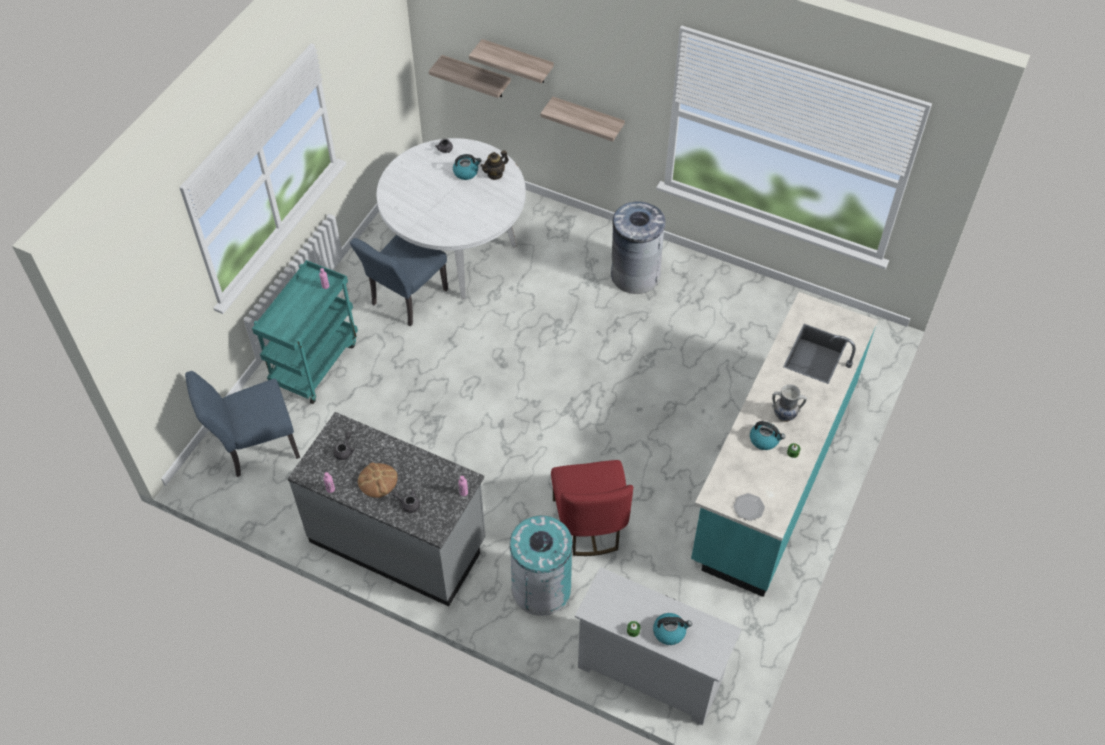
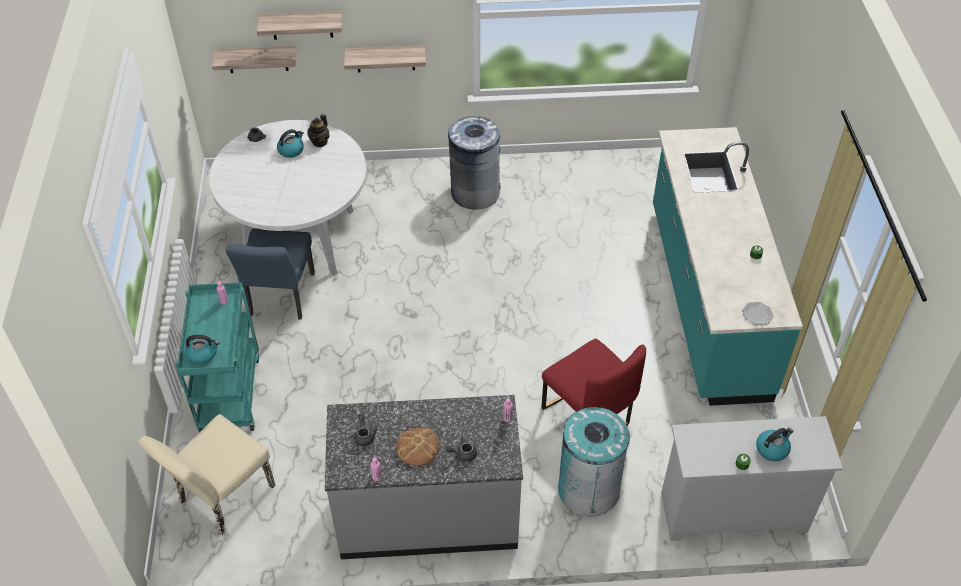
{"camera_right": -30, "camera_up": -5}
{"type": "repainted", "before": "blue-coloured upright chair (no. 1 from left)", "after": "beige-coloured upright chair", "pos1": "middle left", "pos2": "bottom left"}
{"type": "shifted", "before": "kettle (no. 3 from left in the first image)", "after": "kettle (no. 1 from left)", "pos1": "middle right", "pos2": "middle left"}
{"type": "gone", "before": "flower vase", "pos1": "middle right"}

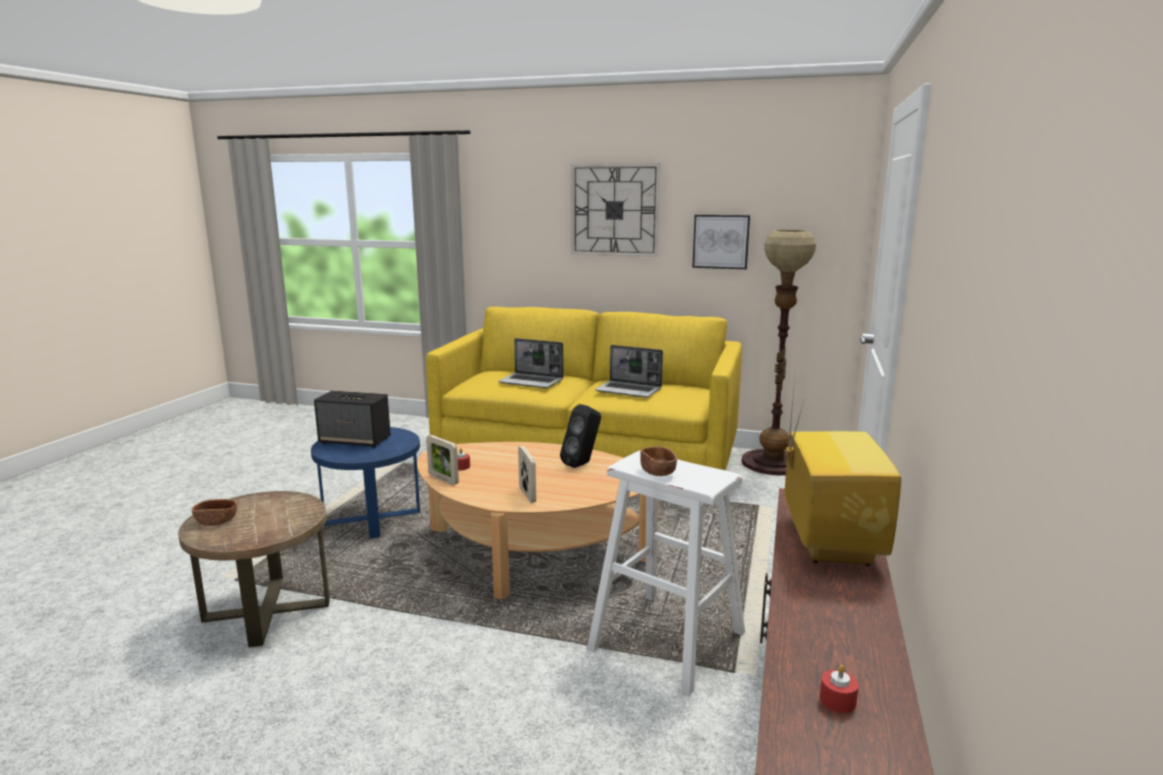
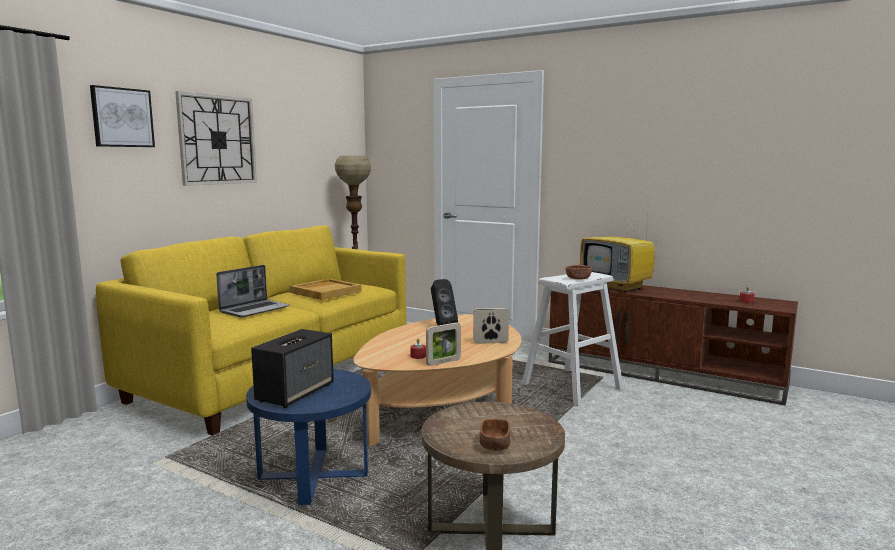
{"camera_right": -75, "camera_up": -5}
{"type": "swapped", "before": "notebook computer (no. 2 from left)", "after": "beige-coloured tray", "pos1": "centre", "pos2": "centre"}
{"type": "shifted", "before": "wall art", "pos1": "top centre", "pos2": "top left"}
{"type": "rotated", "before": "TV set", "pos1": "middle right", "pos2": "middle right", "turn": -150}

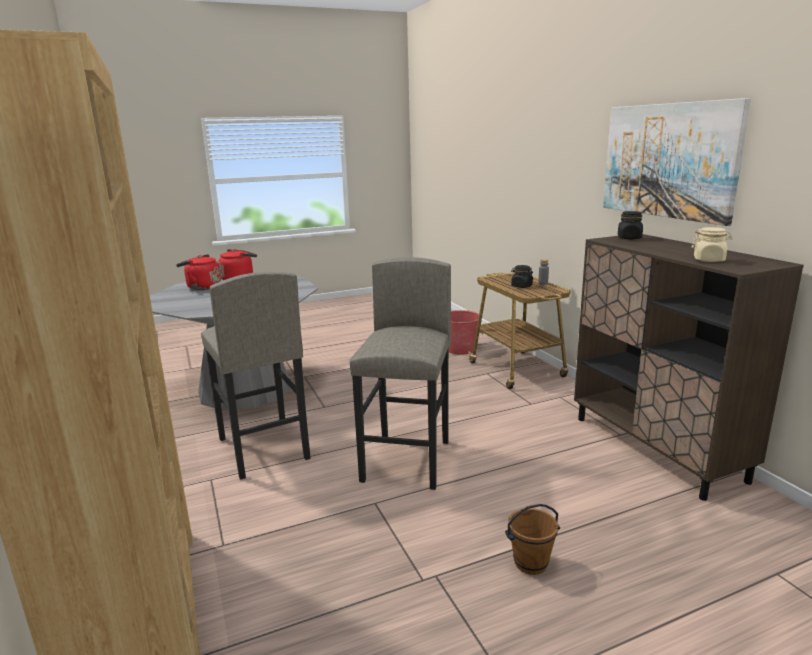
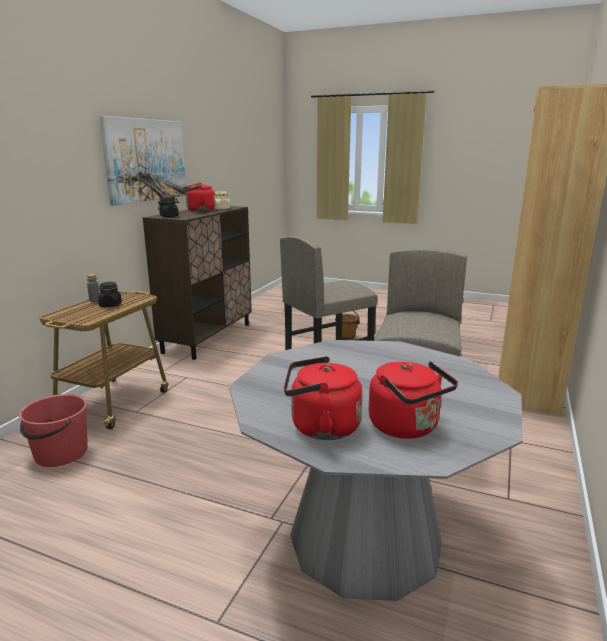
{"camera_right": -135, "camera_up": 0}
{"type": "new", "after": "red-coloured kettle (no. 1 from left)", "pos2": "top left"}

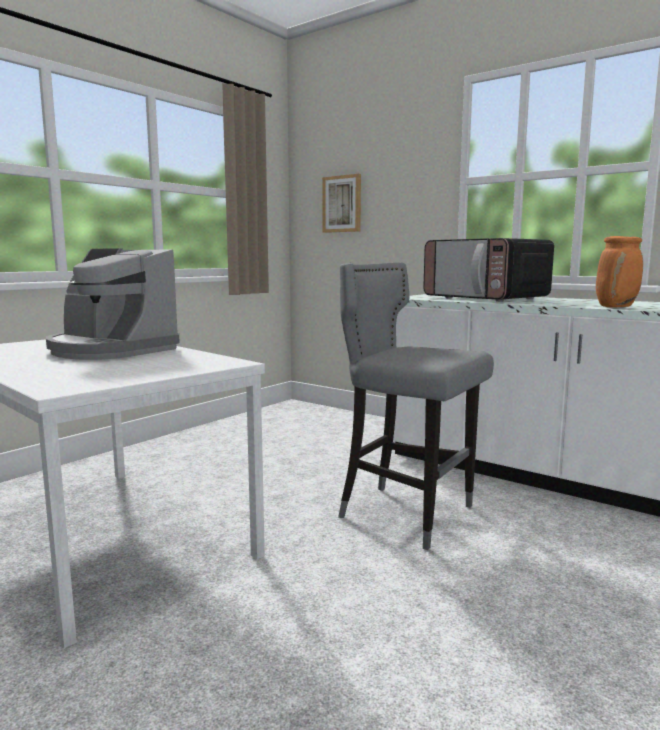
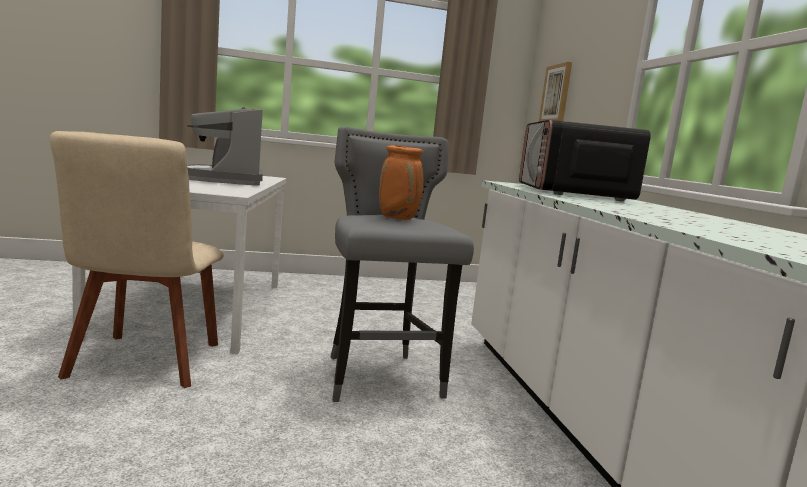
{"camera_right": 40, "camera_up": 0}
{"type": "shifted", "before": "orange flower vase", "pos1": "middle right", "pos2": "centre"}
{"type": "new", "after": "beige-coloured upright chair", "pos2": "middle left"}

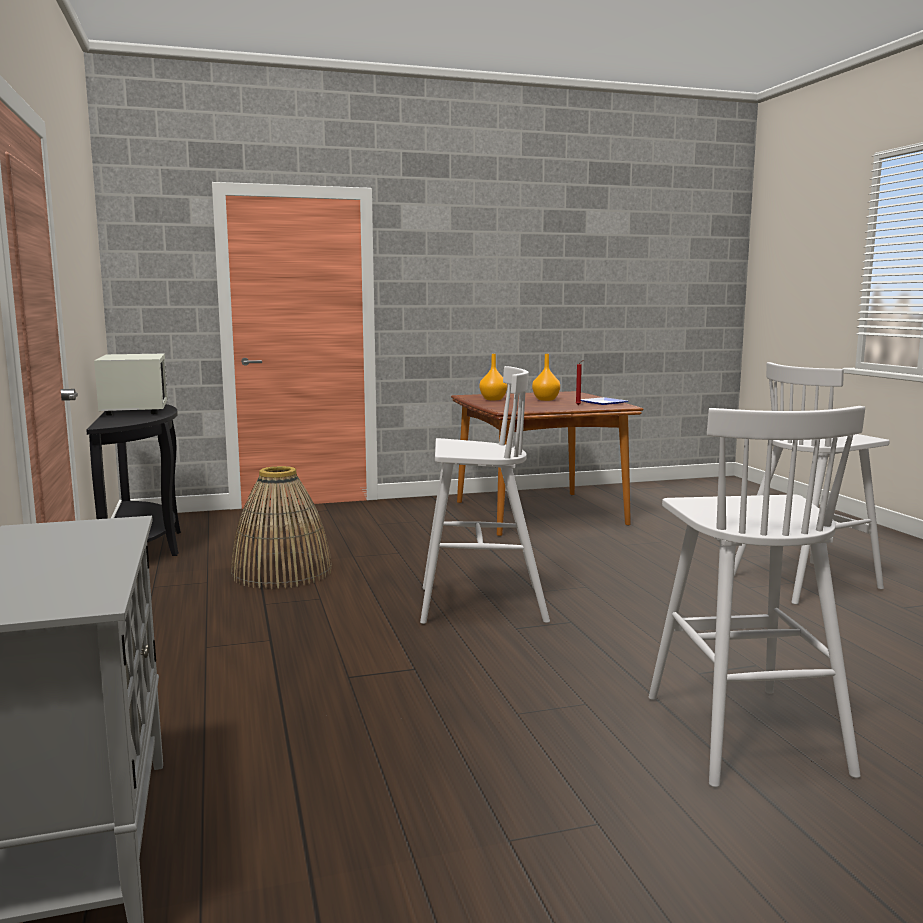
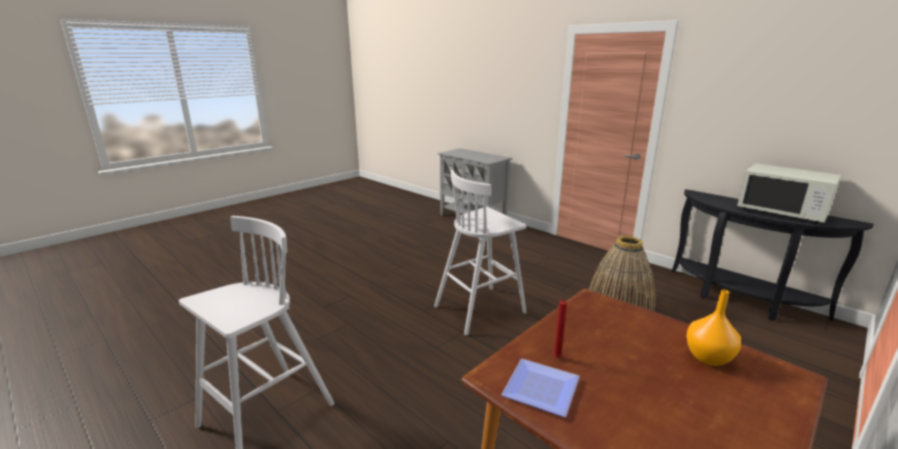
{"camera_right": 150, "camera_up": 10}
{"type": "gone", "before": "orange flower vase (no. 2 from left)", "pos1": "centre"}
{"type": "gone", "before": "white-coloured stool seat (no. 2 from left)", "pos1": "middle right"}

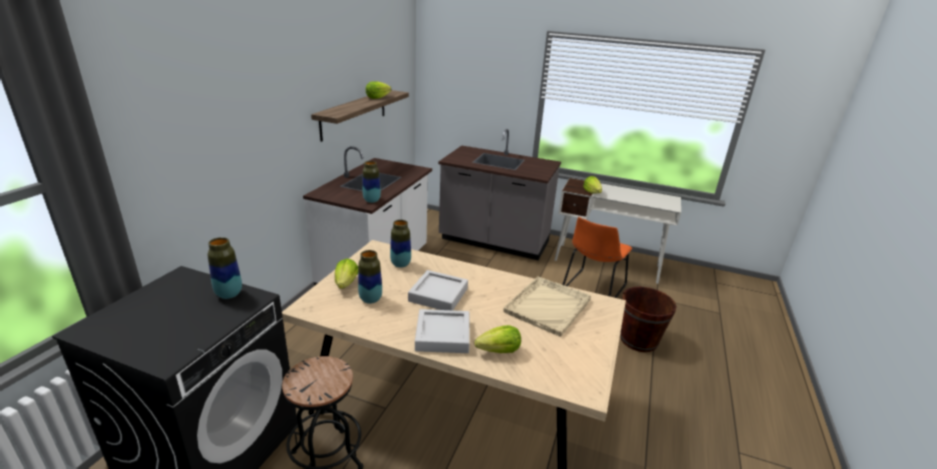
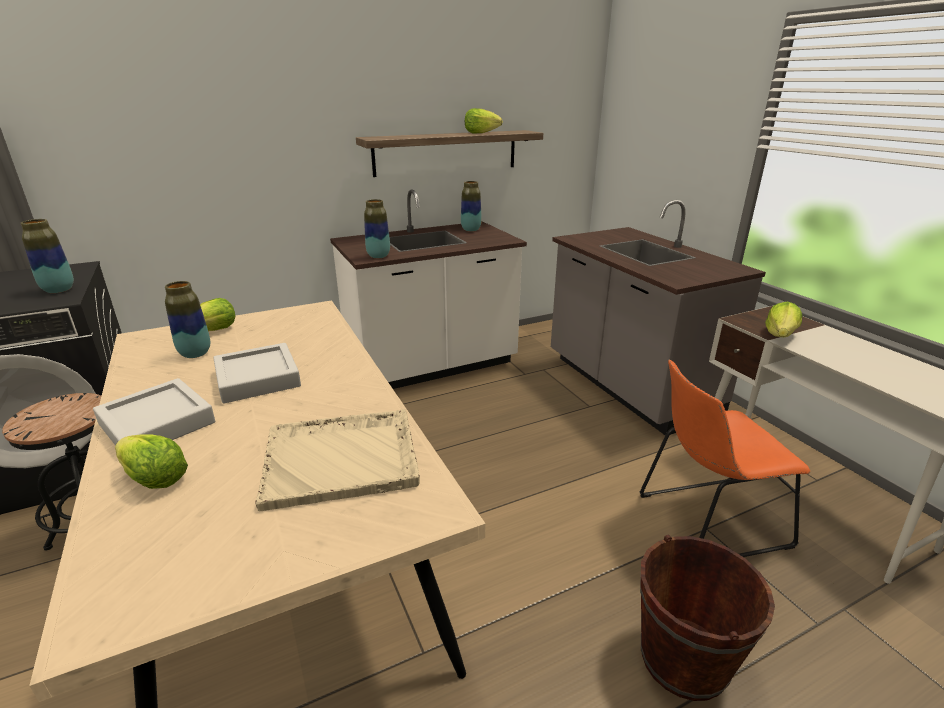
{"camera_right": 45, "camera_up": 0}
{"type": "shifted", "before": "flower vase (no. 4 from left)", "pos1": "centre", "pos2": "top centre"}

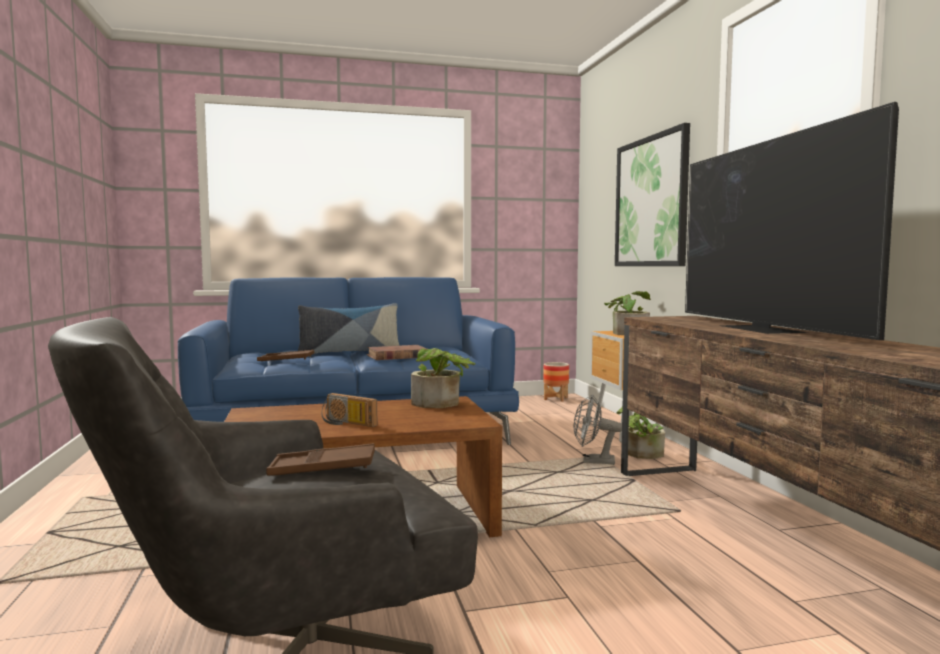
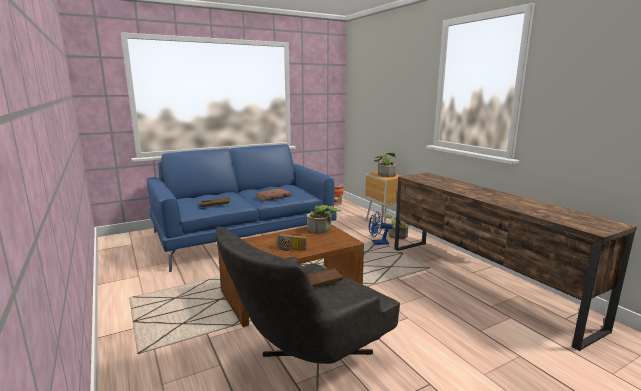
{"camera_right": -15, "camera_up": 10}
{"type": "gone", "before": "pillow", "pos1": "centre"}
{"type": "repainted", "before": "grey cooling fan", "after": "blue-coloured cooling fan", "pos1": "centre", "pos2": "centre"}
{"type": "gone", "before": "wall art", "pos1": "top right"}
{"type": "gone", "before": "TV set", "pos1": "middle right"}

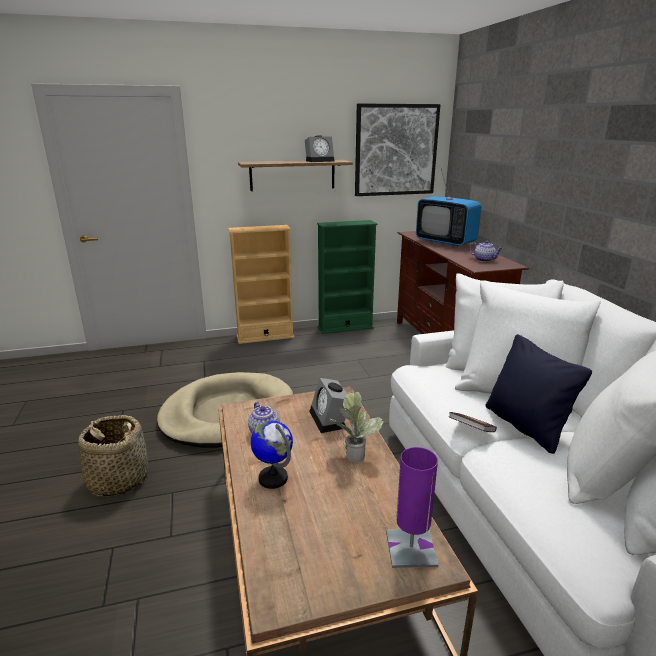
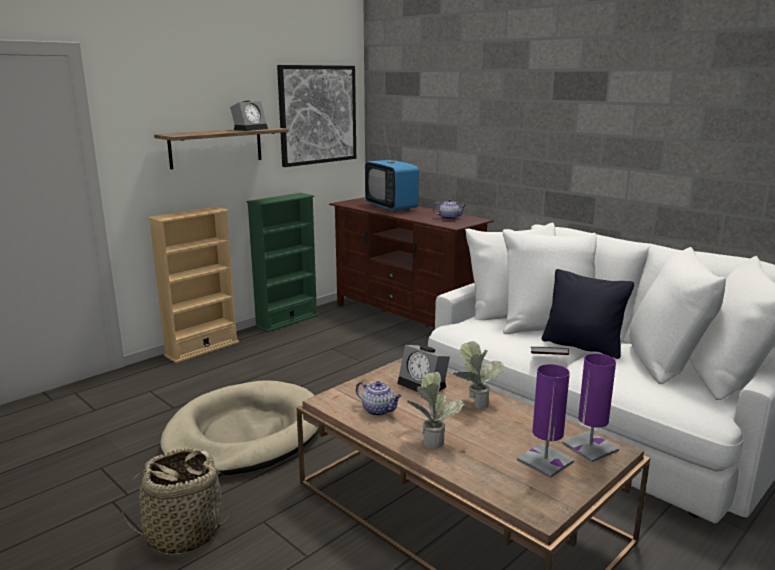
{"camera_right": -30, "camera_up": -5}
{"type": "swapped", "before": "desk globe", "after": "houseplant (no. 1 from left)", "pos1": "bottom centre", "pos2": "bottom centre"}
{"type": "rotated", "before": "TV set", "pos1": "top right", "pos2": "top centre", "turn": 45}
{"type": "new", "after": "purple tabletop lamp (no. 1 from left)", "pos2": "bottom right"}

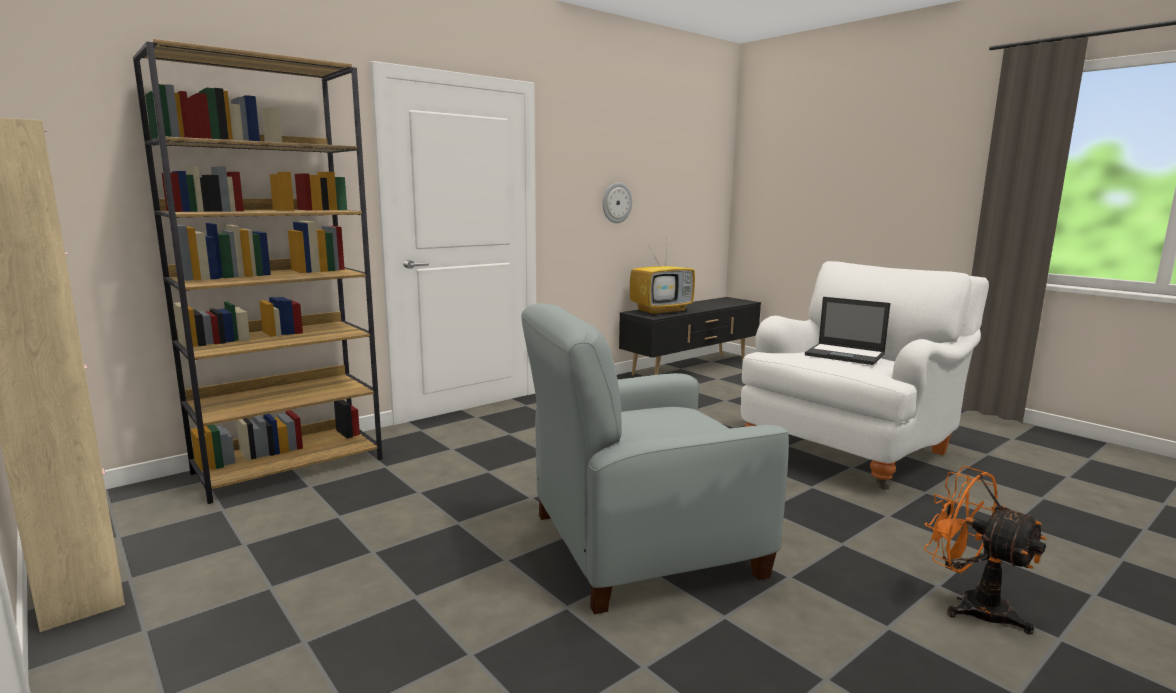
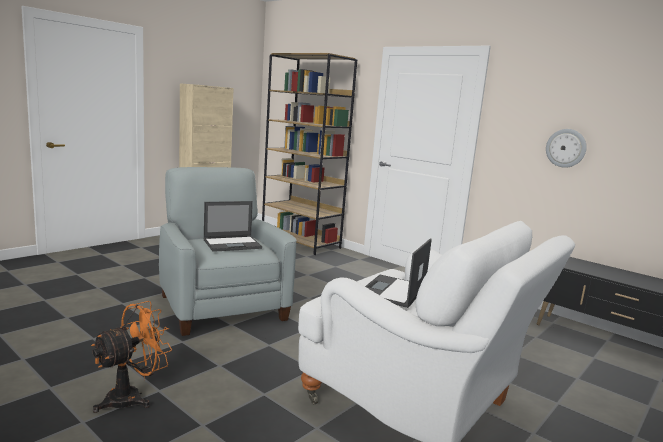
{"camera_right": 80, "camera_up": 0}
{"type": "gone", "before": "TV set", "pos1": "centre"}
{"type": "new", "after": "notebook computer (no. 1 from left)", "pos2": "centre"}

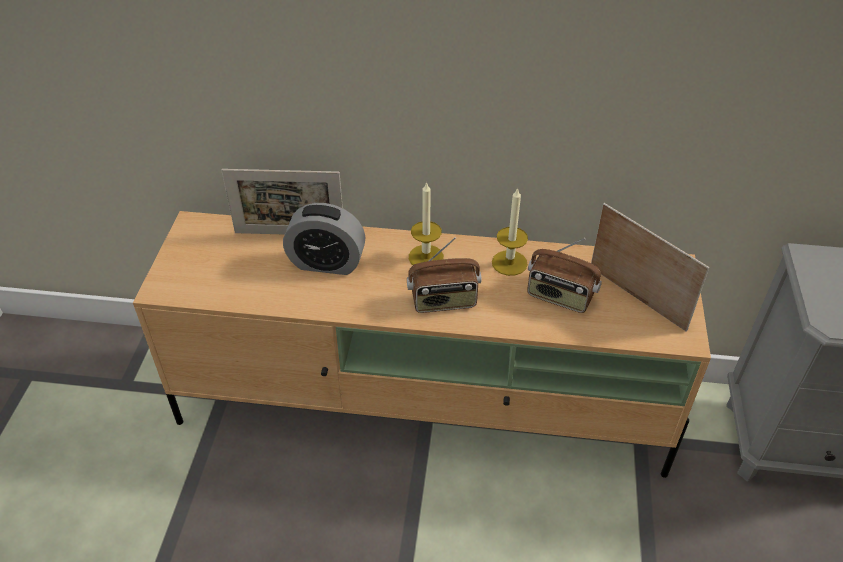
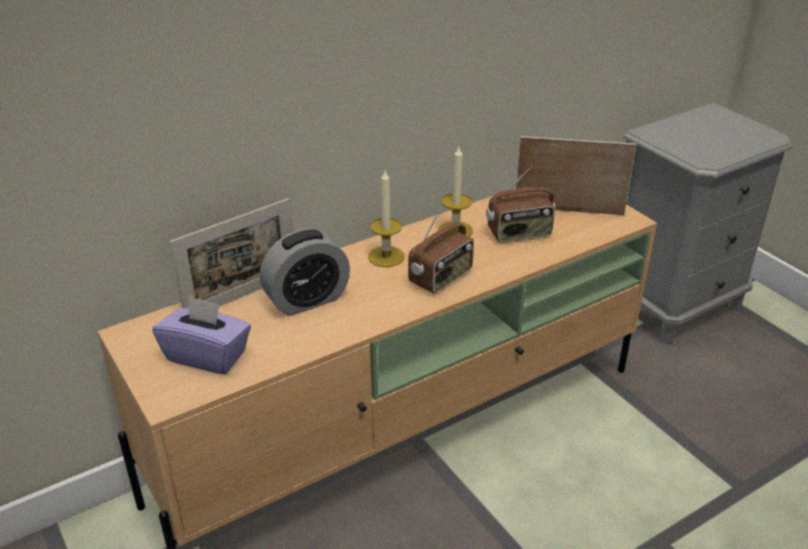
{"camera_right": -40, "camera_up": -10}
{"type": "new", "after": "purple box of tissues", "pos2": "middle left"}

